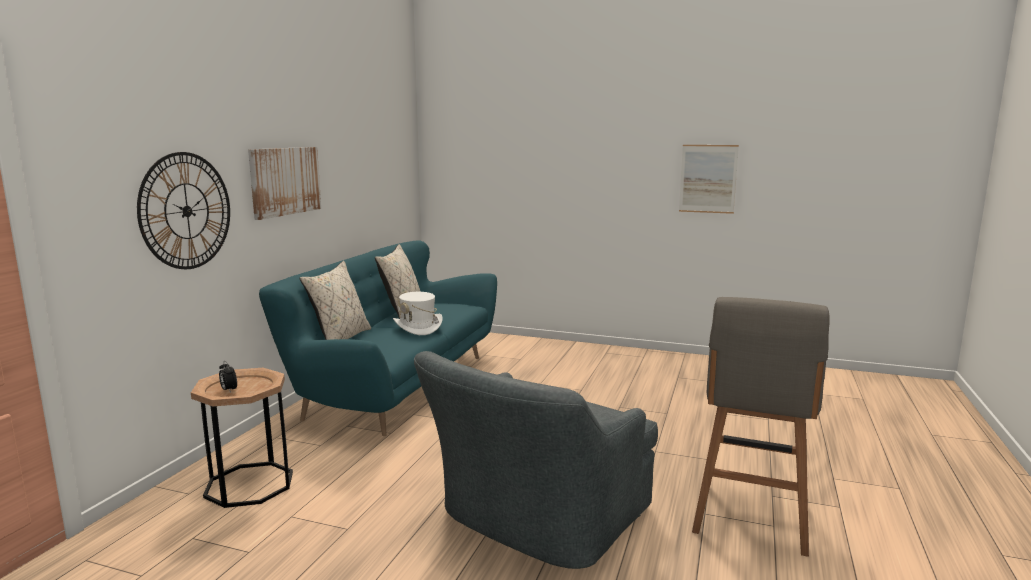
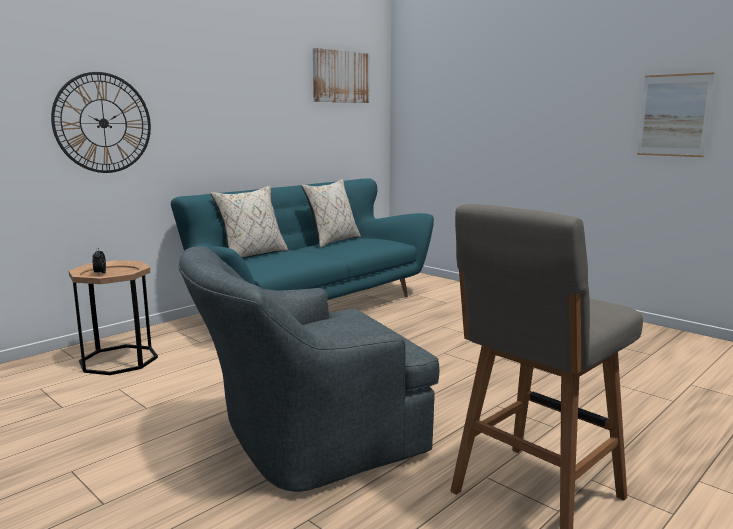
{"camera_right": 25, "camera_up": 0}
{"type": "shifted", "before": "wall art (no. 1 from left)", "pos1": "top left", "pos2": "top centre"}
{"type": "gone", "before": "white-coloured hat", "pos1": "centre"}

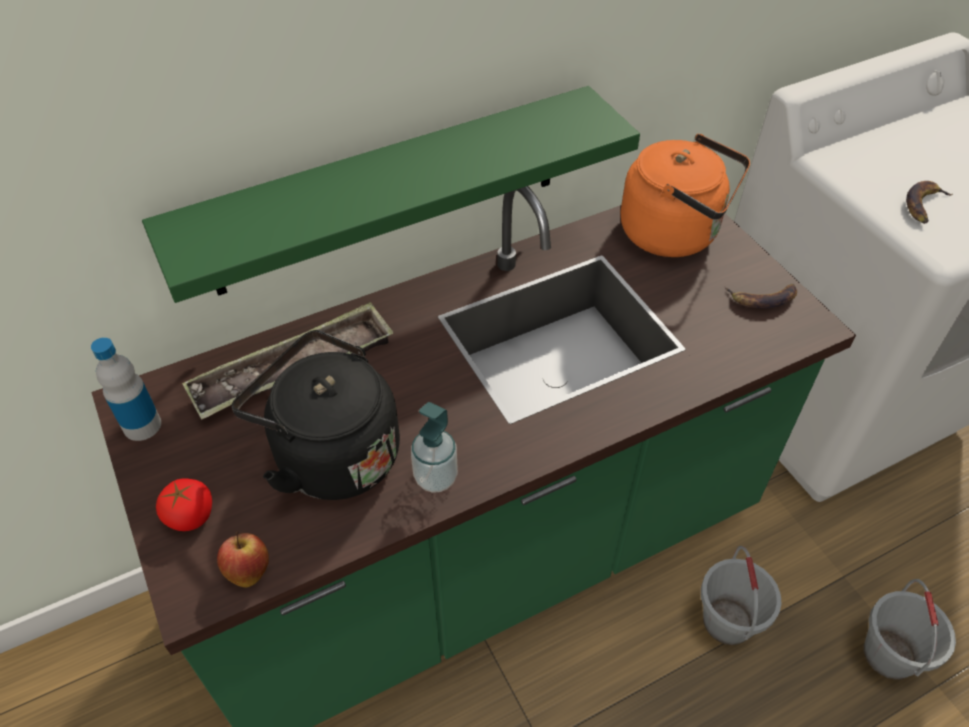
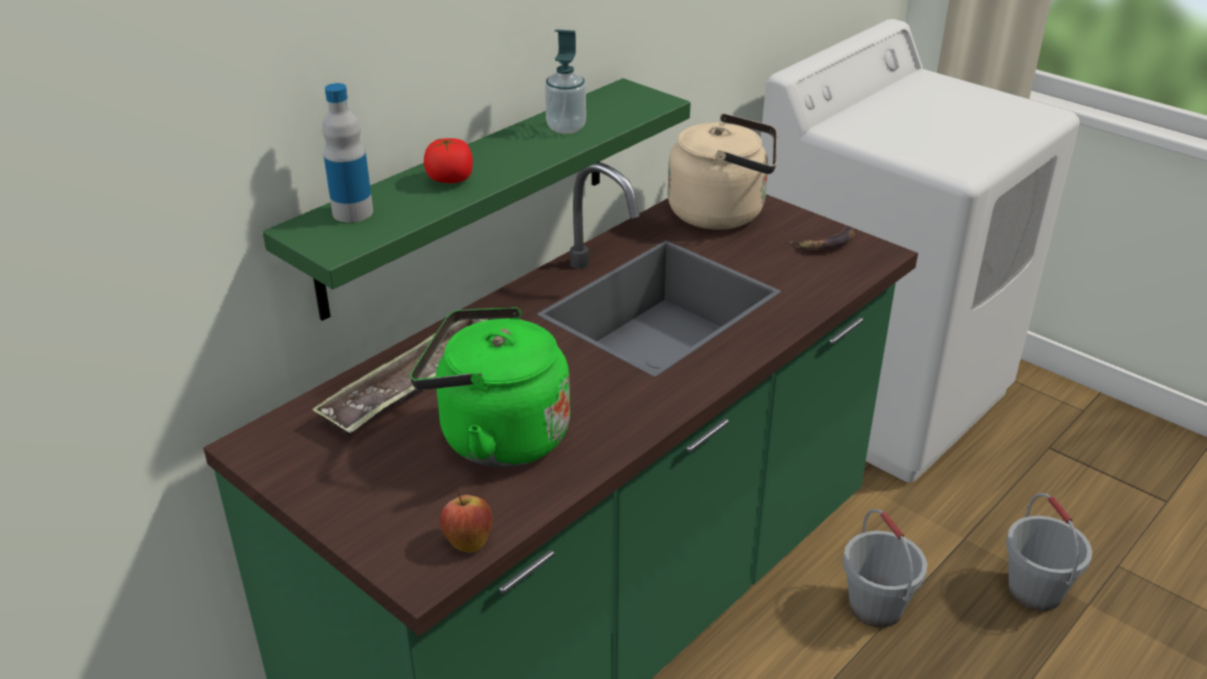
{"camera_right": -20, "camera_up": -15}
{"type": "shifted", "before": "beverage bottle", "pos1": "middle left", "pos2": "top left"}
{"type": "shifted", "before": "fresh tomato", "pos1": "bottom left", "pos2": "top centre"}
{"type": "repainted", "before": "black kettle", "after": "greenish kettle", "pos1": "middle left", "pos2": "centre"}
{"type": "shifted", "before": "soap dispenser", "pos1": "centre", "pos2": "top centre"}
{"type": "repainted", "before": "orange kettle", "after": "beige-coloured kettle", "pos1": "top right", "pos2": "top centre"}
{"type": "gone", "before": "whole banana (no. 2 from left)", "pos1": "top right"}

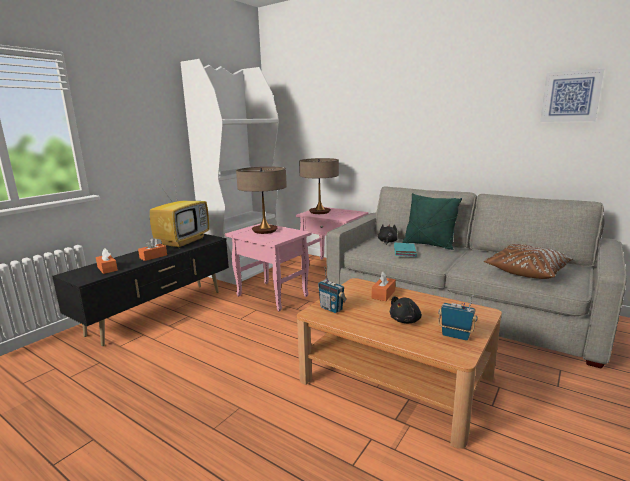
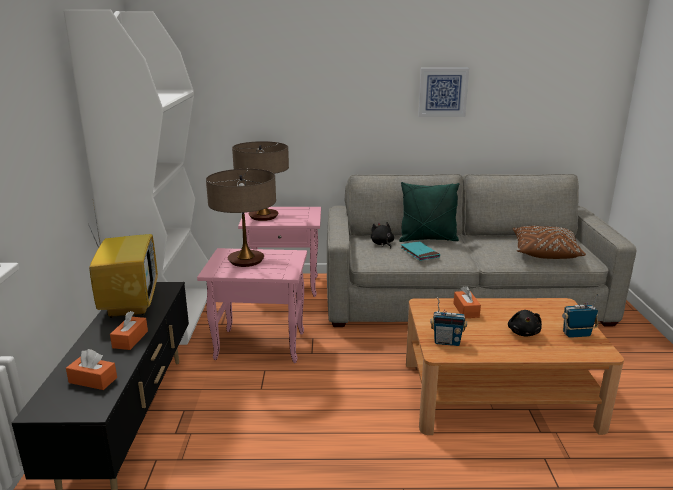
{"camera_right": -35, "camera_up": 5}
{"type": "shifted", "before": "wall art", "pos1": "top right", "pos2": "top centre"}

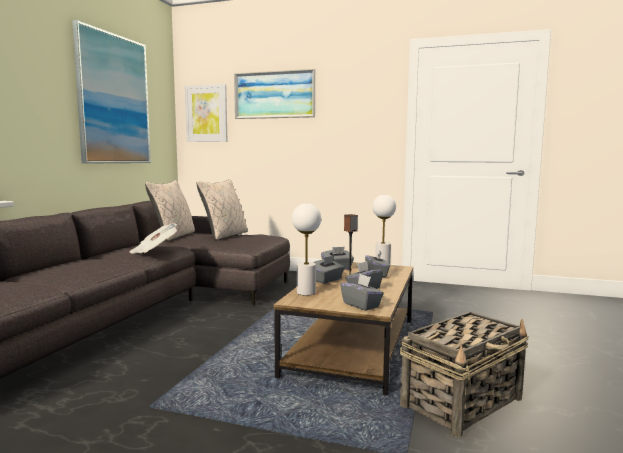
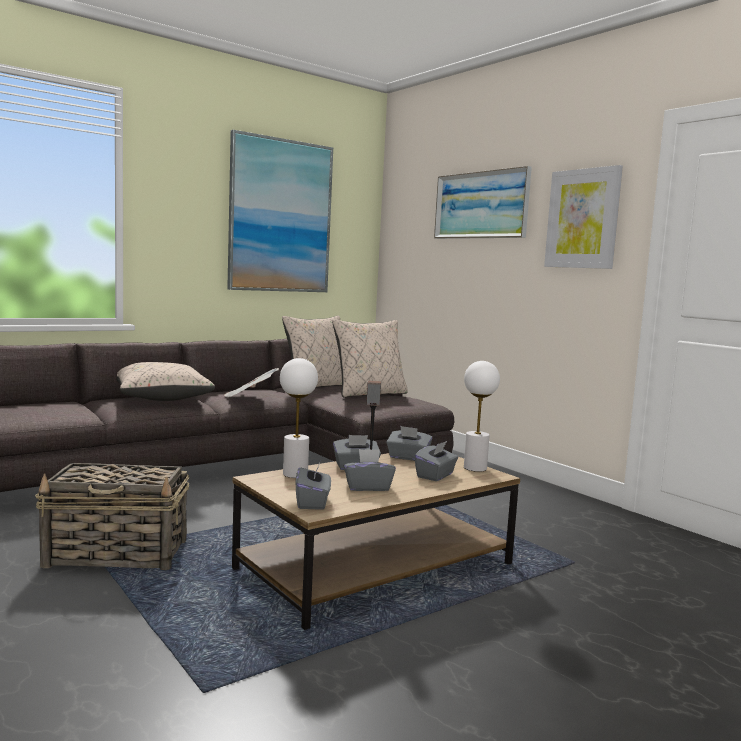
{"camera_right": 35, "camera_up": 0}
{"type": "shifted", "before": "wall art (no. 2 from left in the first image)", "after": "wall art (no. 3 from left)", "pos1": "top left", "pos2": "top right"}
{"type": "shifted", "before": "storage basket", "pos1": "bottom right", "pos2": "bottom left"}
{"type": "new", "after": "beige-coloured pillow (no. 1 from left)", "pos2": "middle left"}

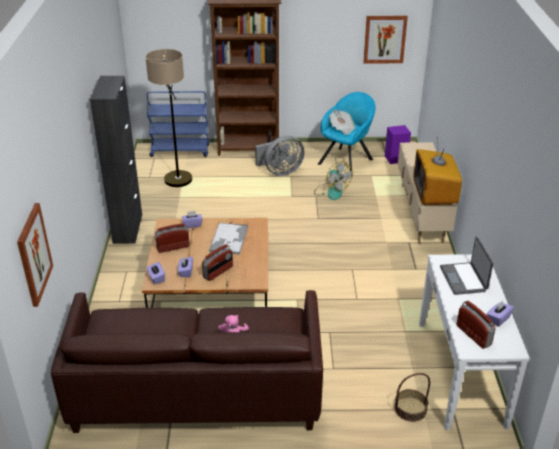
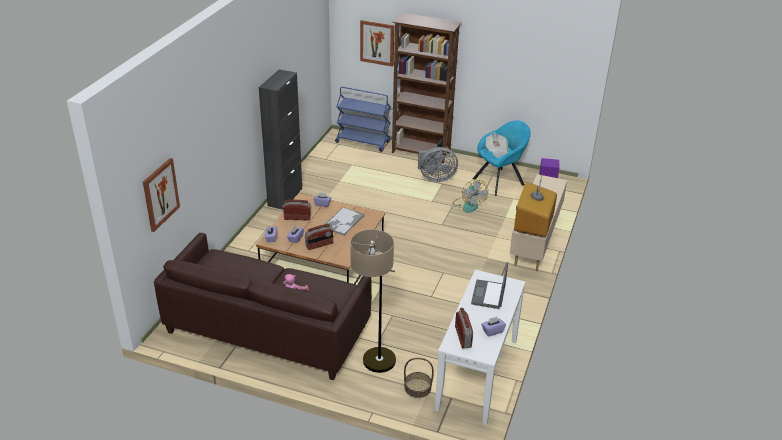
{"camera_right": 20, "camera_up": 0}
{"type": "shifted", "before": "floor lamp", "pos1": "top left", "pos2": "bottom centre"}
{"type": "shifted", "before": "wall art (no. 2 from left)", "pos1": "top right", "pos2": "top centre"}

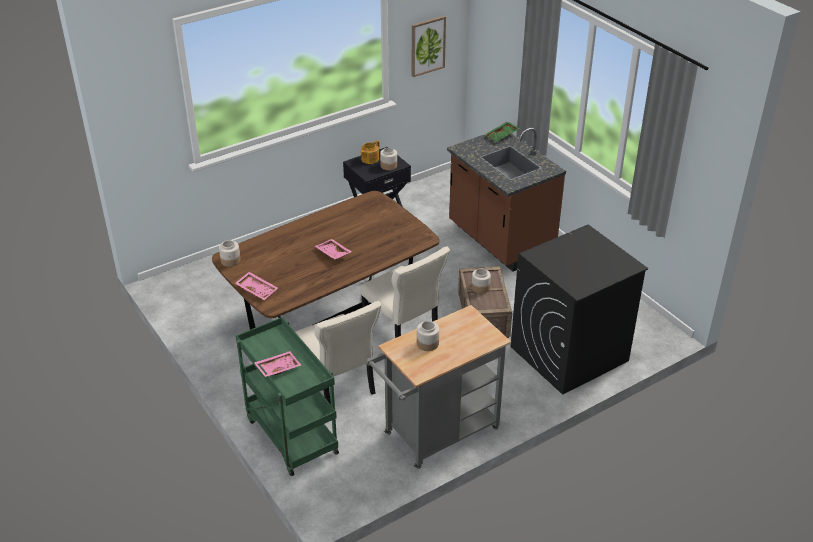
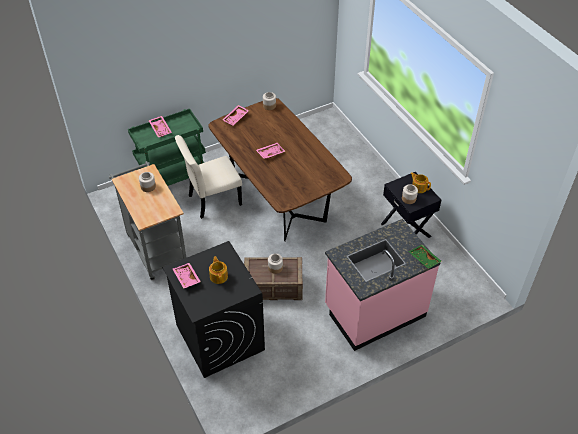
{"camera_right": 95, "camera_up": 10}
{"type": "gone", "before": "beige-coloured upright chair (no. 2 from left)", "pos1": "centre"}
{"type": "gone", "before": "wall art", "pos1": "top centre"}
{"type": "repainted", "before": "brownish kitchen counter", "after": "pinkish kitchen counter", "pos1": "centre", "pos2": "centre"}
{"type": "new", "after": "pinkish tray (no. 2 from left)", "pos2": "middle left"}
{"type": "new", "after": "pot for tea (no. 1 from left)", "pos2": "centre"}

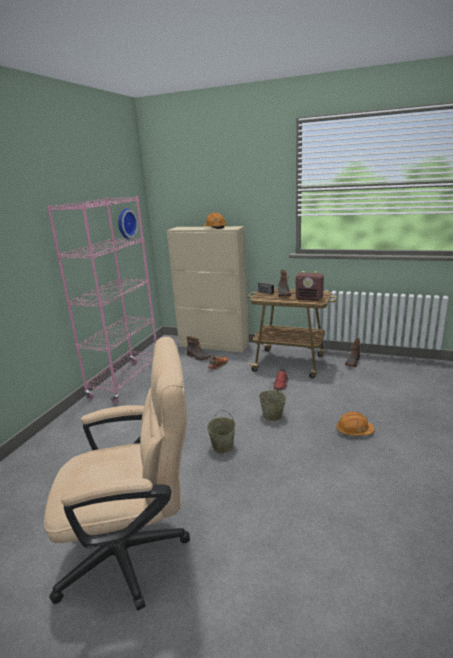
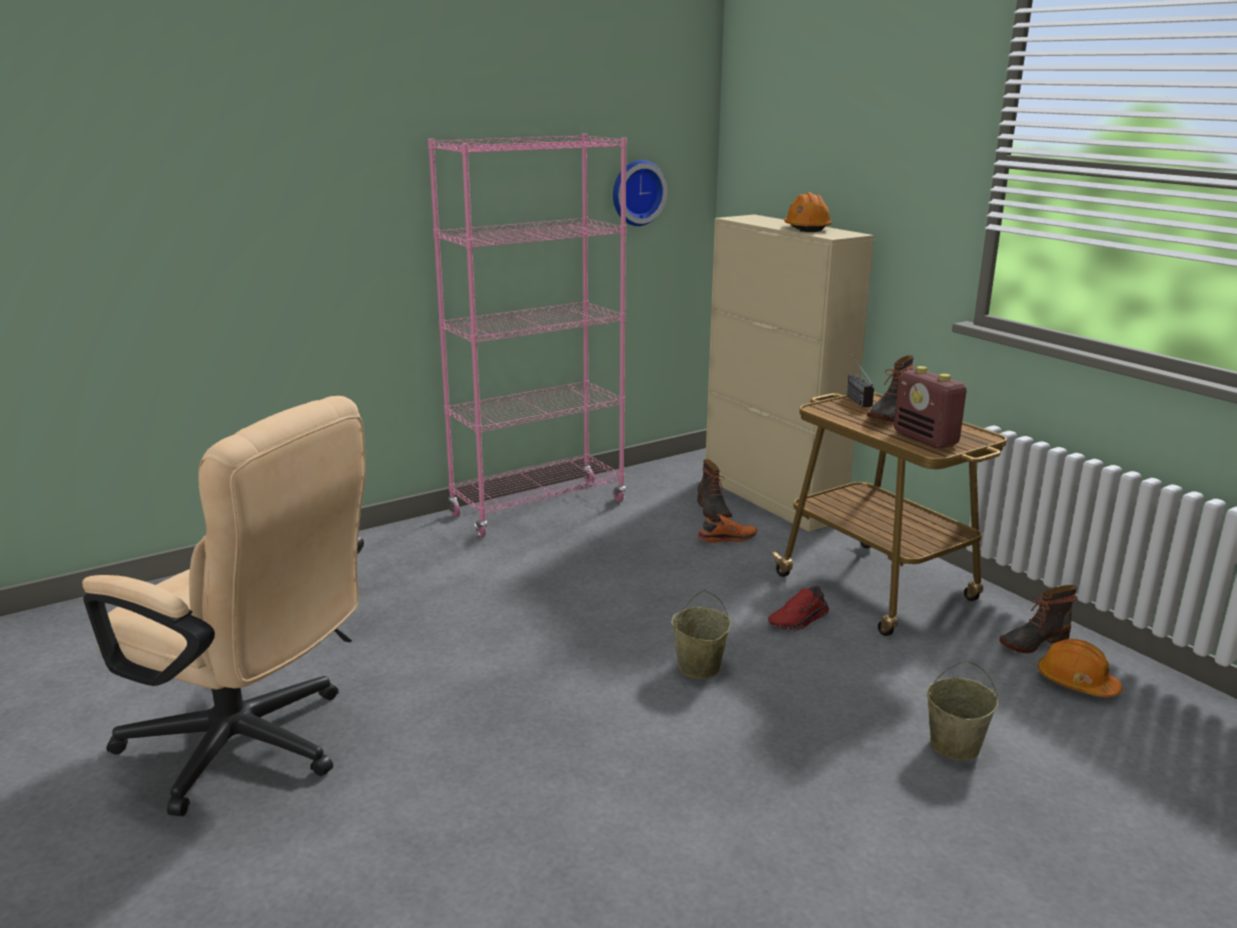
{"camera_right": 35, "camera_up": 0}
{"type": "shifted", "before": "beige-coloured bucket (no. 1 from left in the first image)", "after": "beige-coloured bucket (no. 2 from left)", "pos1": "centre", "pos2": "bottom right"}
{"type": "shifted", "before": "orange hard hat (no. 2 from left)", "pos1": "middle right", "pos2": "bottom right"}

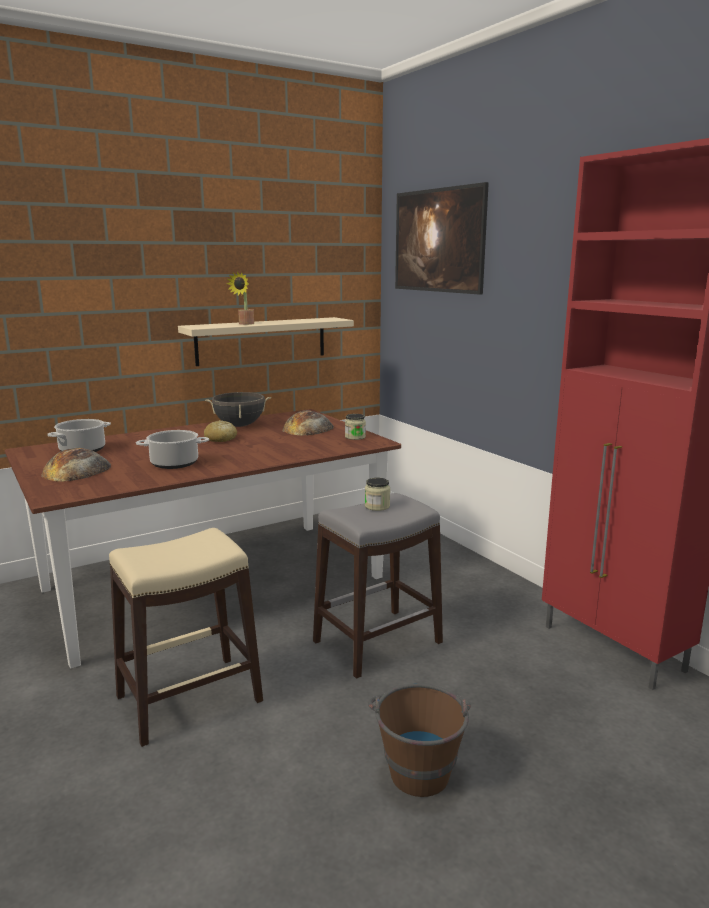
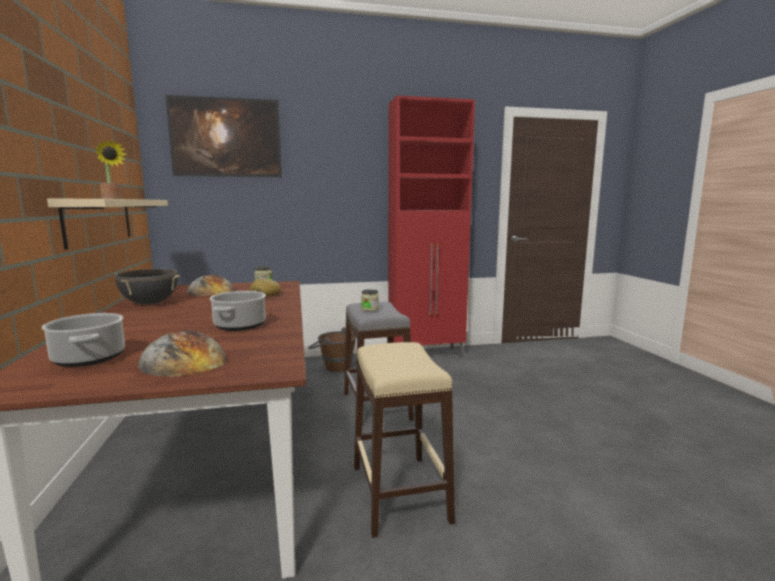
{"camera_right": -70, "camera_up": -5}
{"type": "shifted", "before": "baked bread (no. 2 from left in the first image)", "after": "baked bread (no. 3 from left)", "pos1": "middle left", "pos2": "centre"}
{"type": "shifted", "before": "brownish bucket", "pos1": "bottom centre", "pos2": "centre"}

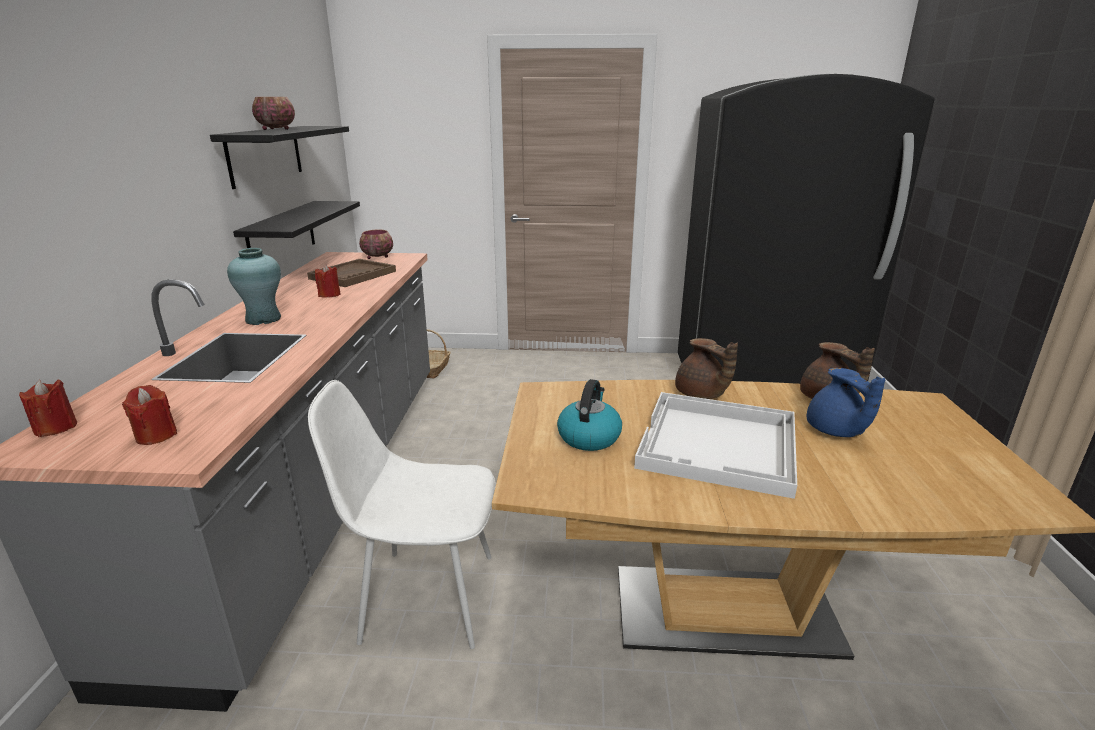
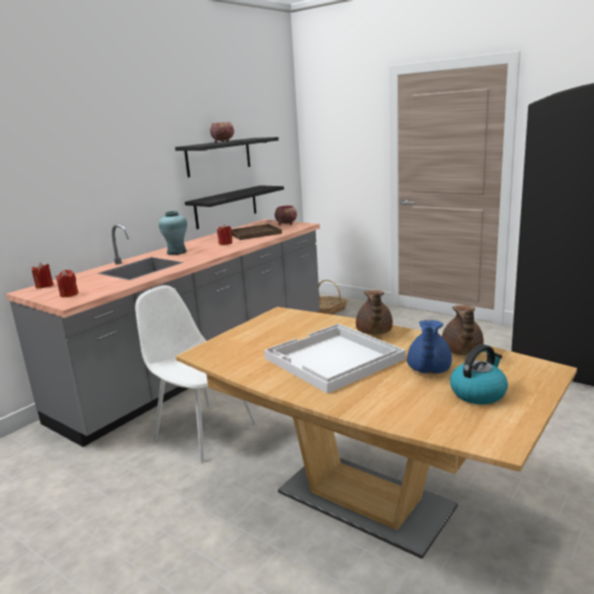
{"camera_right": 35, "camera_up": -5}
{"type": "shifted", "before": "kettle", "pos1": "centre", "pos2": "middle right"}

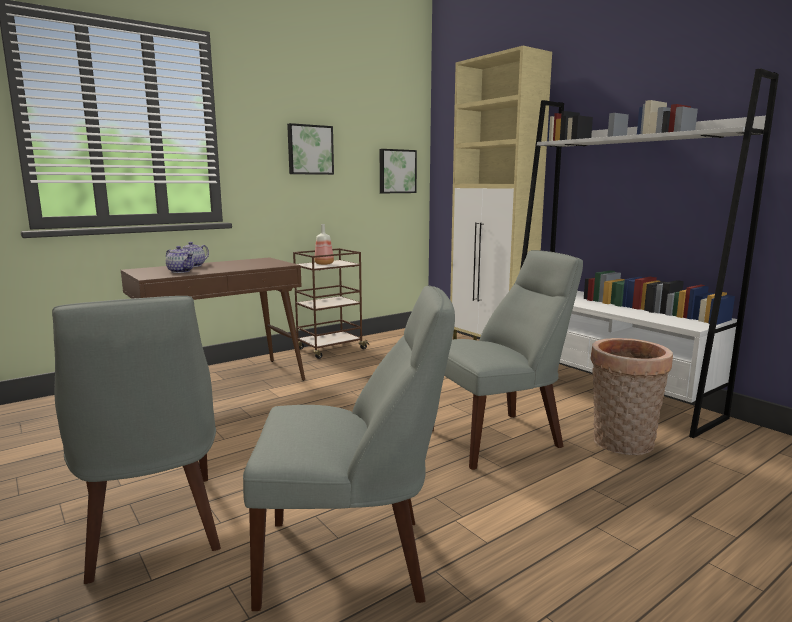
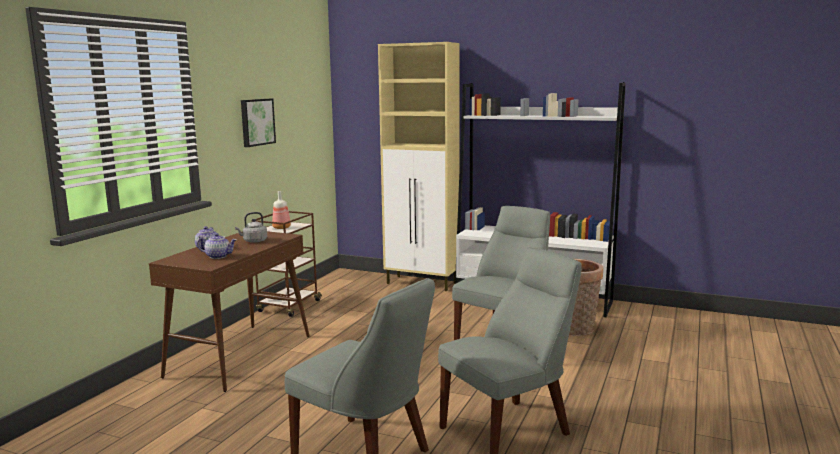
{"camera_right": -30, "camera_up": 0}
{"type": "gone", "before": "wall art (no. 2 from left)", "pos1": "top centre"}
{"type": "new", "after": "grey kettle", "pos2": "middle left"}

